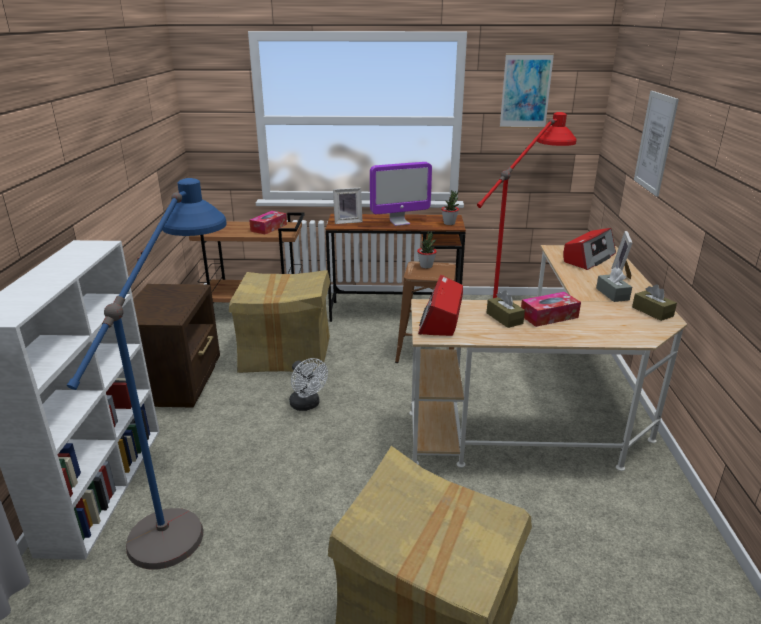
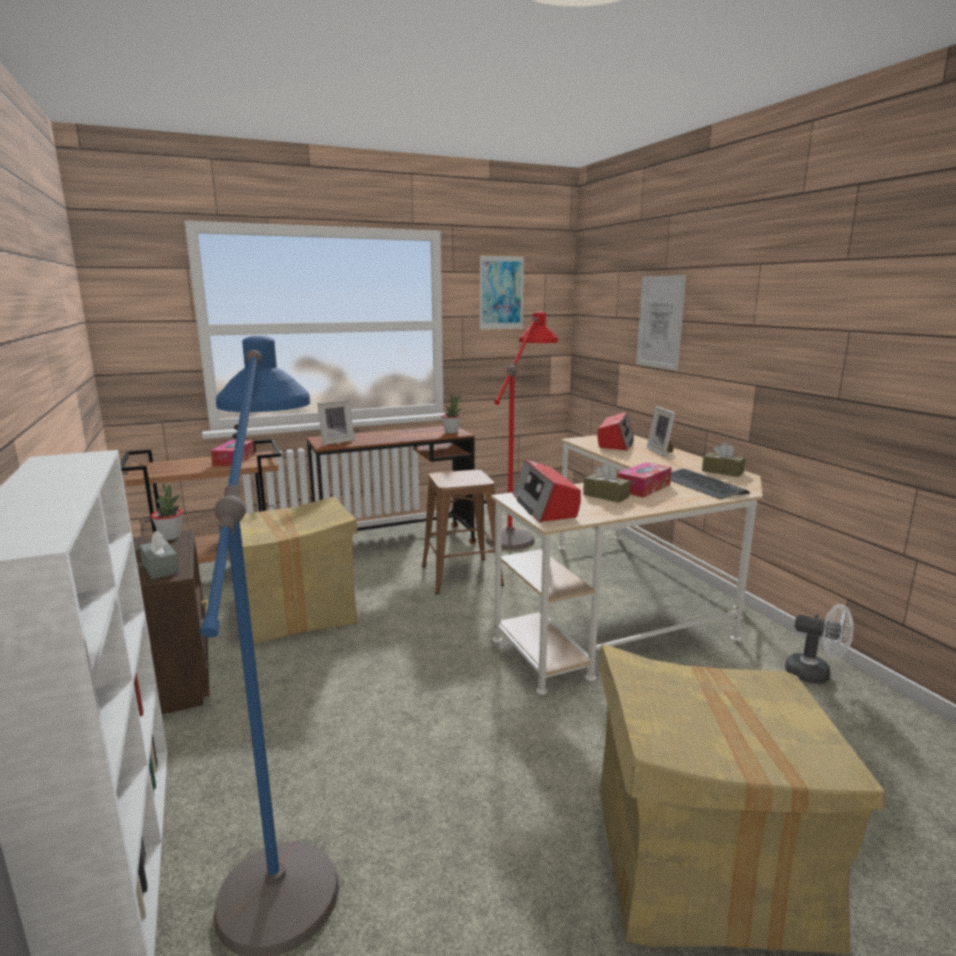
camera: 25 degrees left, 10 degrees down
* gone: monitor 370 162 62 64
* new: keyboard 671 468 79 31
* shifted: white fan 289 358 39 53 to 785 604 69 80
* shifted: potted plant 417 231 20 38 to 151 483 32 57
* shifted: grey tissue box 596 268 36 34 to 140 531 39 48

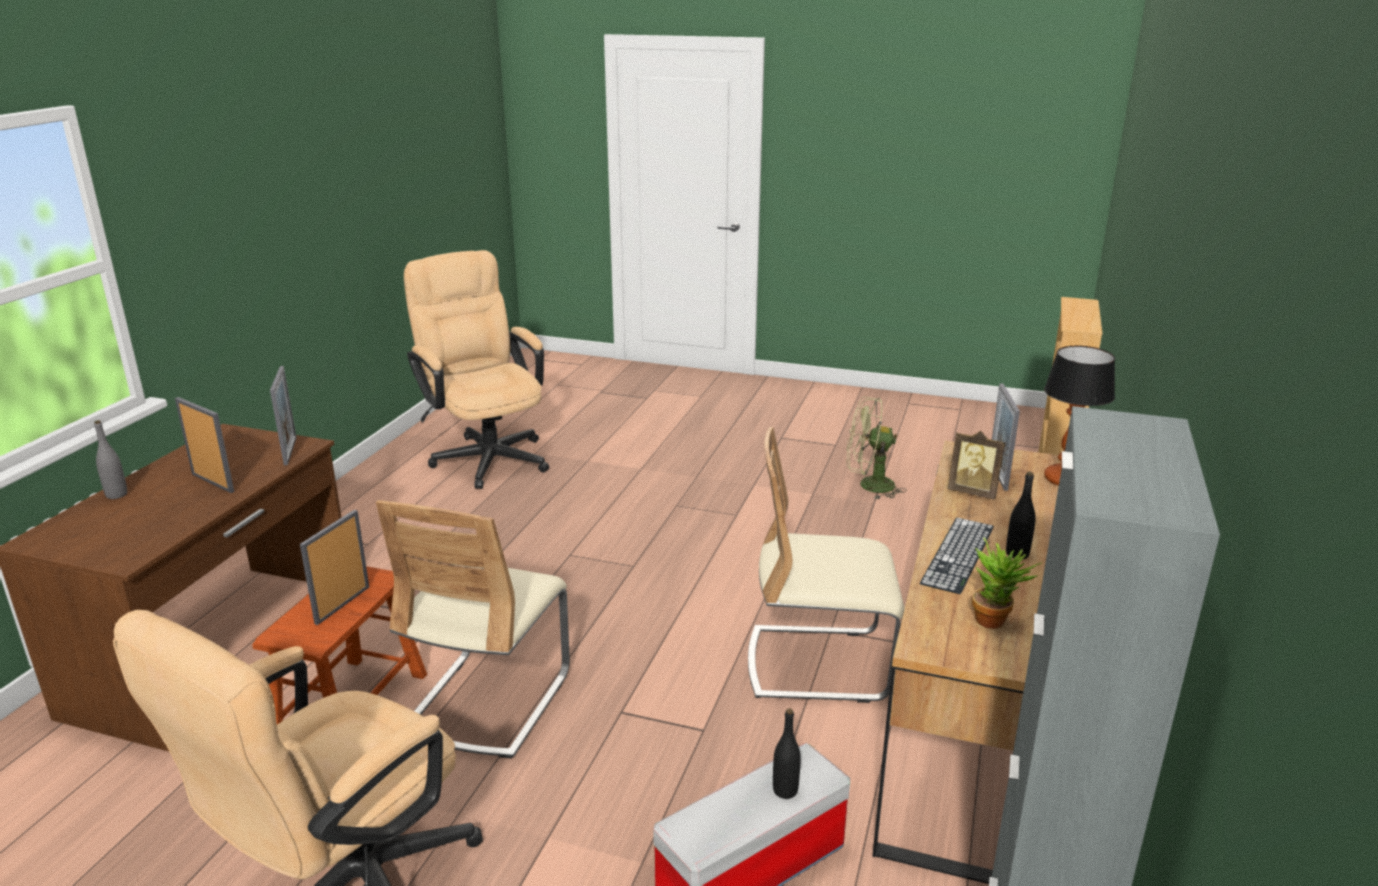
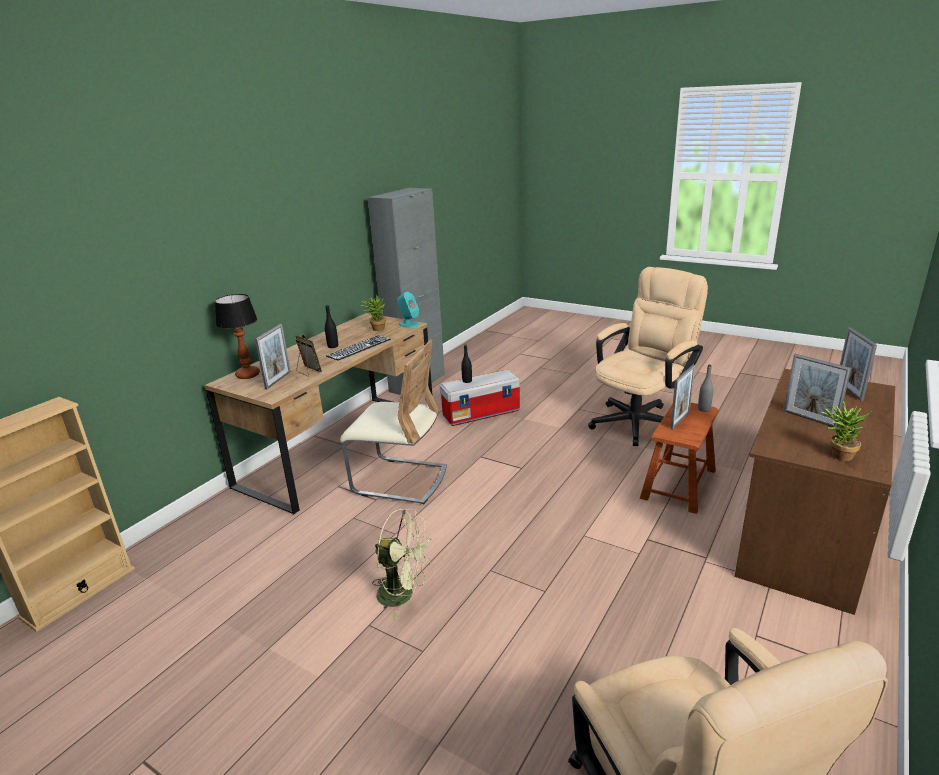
camera: 165 degrees left, 0 degrees up
* gone: beige chair 376 500 194 258
* new: turquoise speaker 397 292 23 36
* new: potted plant 822 400 50 61
* shifted: grey bottle 94 420 33 79 to 698 365 15 47
* shifted: picture frame 270 366 27 99 to 840 327 37 74
* shifted: green fan 847 396 60 104 to 372 509 59 110

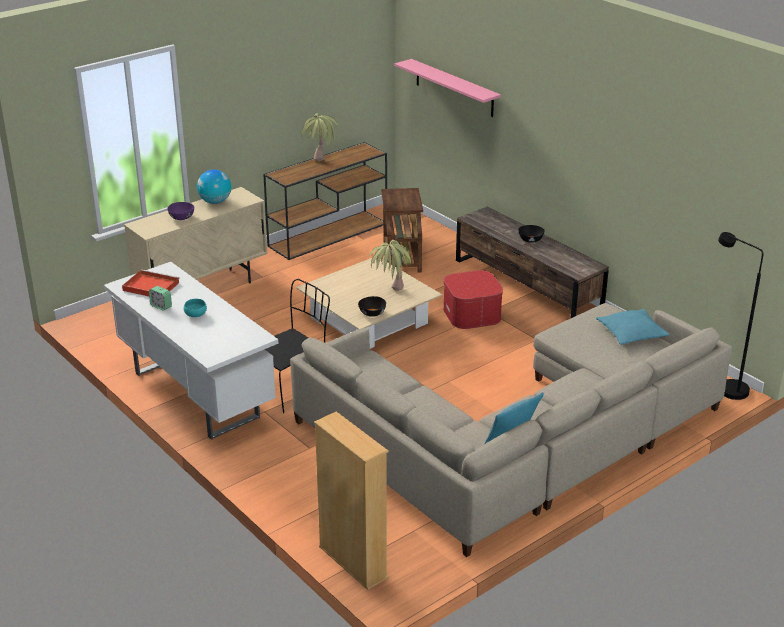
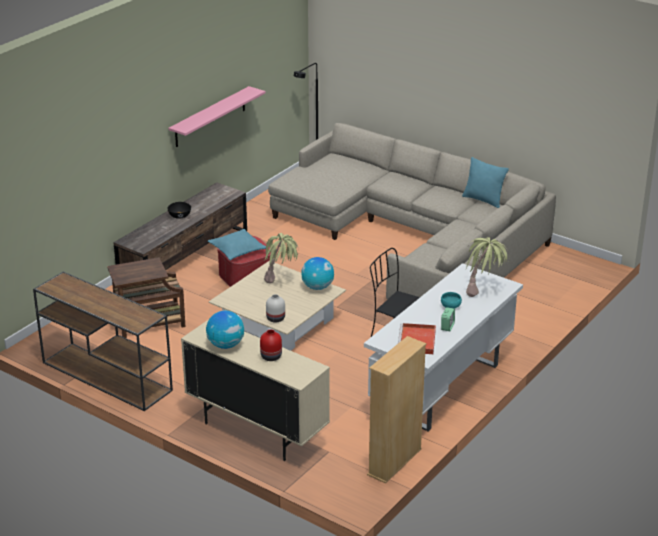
camera: 105 degrees left, 0 degrees up
* new: white vase 266 294 19 28
* shifted: potted plant 300 113 39 48 to 466 237 44 60
* shifted: beige bookcase 314 411 75 179 to 367 336 59 148
* shifted: pink shelf 394 59 107 58 to 169 86 96 61
* shifted: turquoise pillow 596 309 74 36 to 208 229 58 31
* swapped: purple bowl 167 202 27 18 to red vase 260 330 22 31
* swapped: black bowl 358 296 28 21 to globe 301 257 33 33

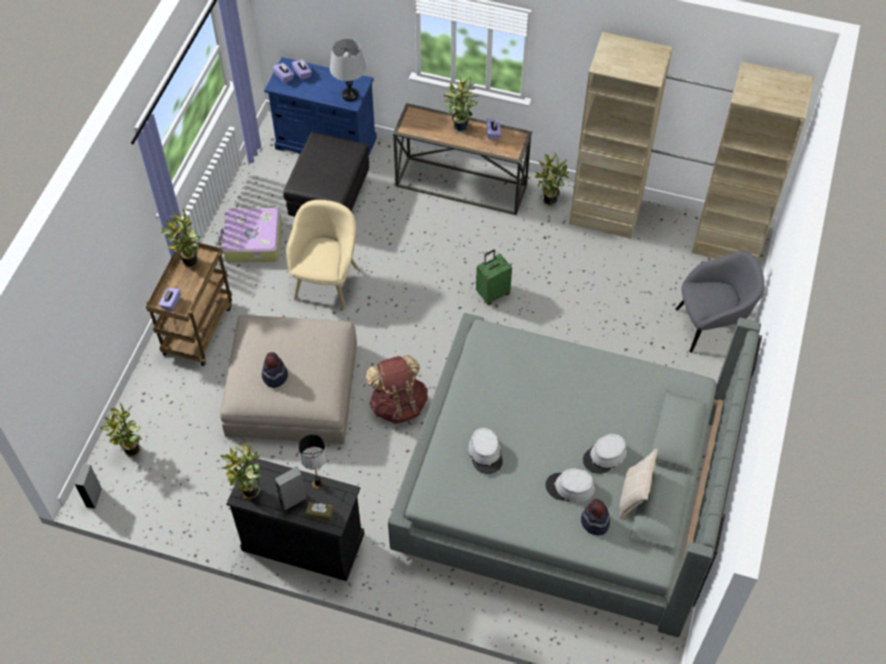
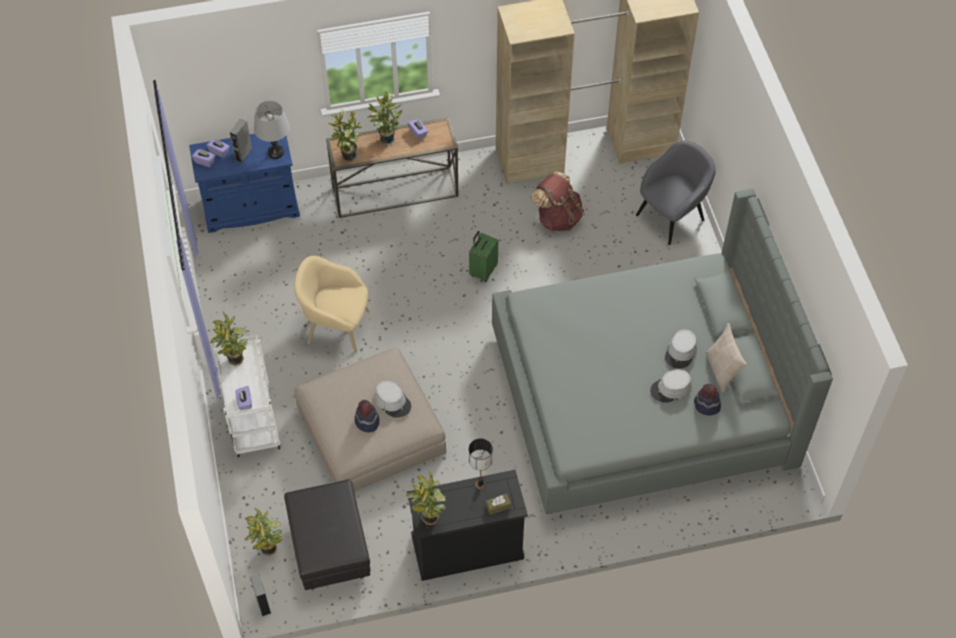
camera: 30 degrees left, 0 degrees up
* gone: suitcase 218 208 64 54
* shifted: grey speaker 275 466 32 45 to 230 119 22 44
* shifted: black ottoman 283 132 86 85 to 284 479 86 111
* shifted: brown backpack 366 355 62 69 to 532 171 52 61
* shifted: grey hat 468 428 35 46 to 375 381 36 37
* shifted: potted plant 535 153 34 53 to 328 109 34 53
* repainted: brown cart 146 239 86 127 to white cart 214 335 67 122
* rotated: beige armchair 286 200 72 109 = 294 256 76 97 60 degrees counterclockwise

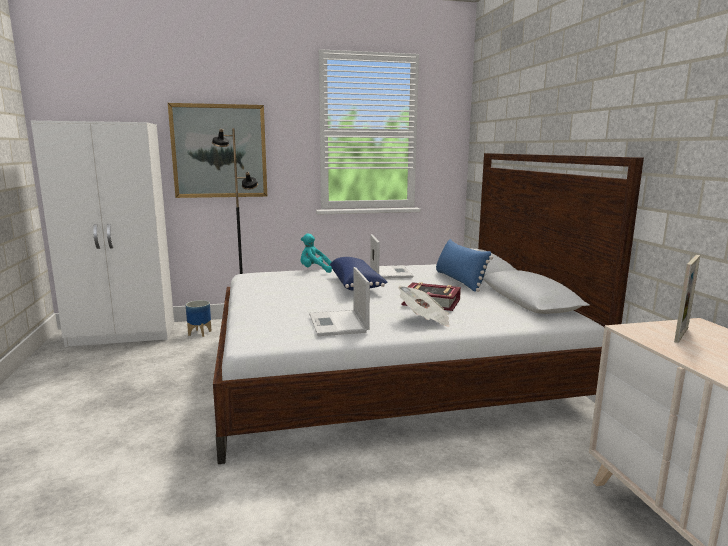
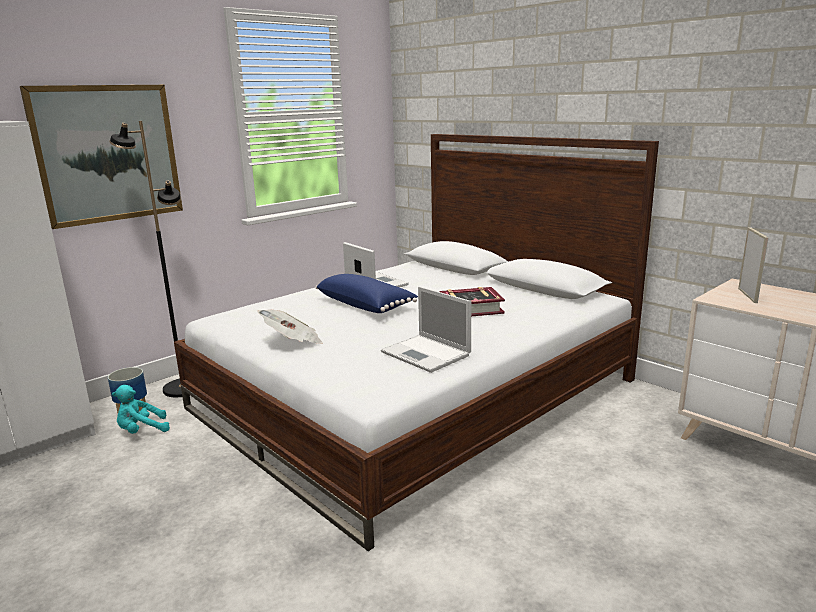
camera: 30 degrees left, 5 degrees up
* gone: blue pillow 436 239 57 53
* shifted: turquoise plush toy 300 233 32 40 to 112 385 58 49
* shifted: newspaper 398 286 52 40 to 257 310 67 34

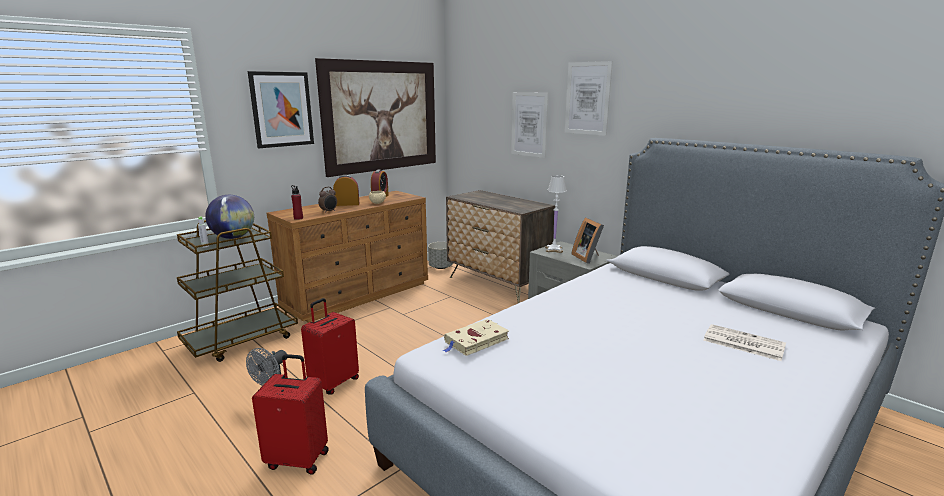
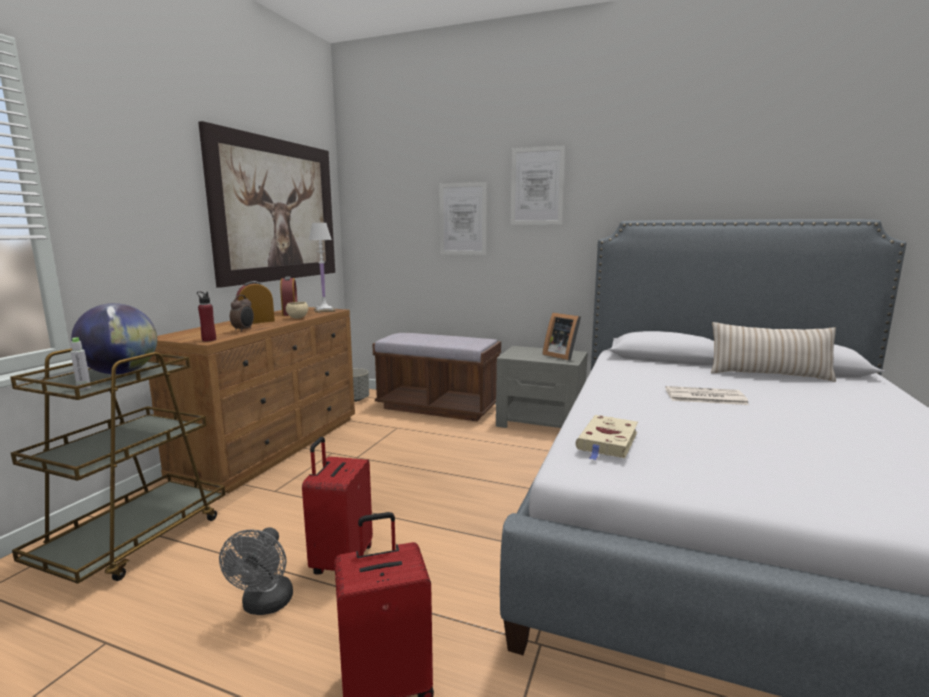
camera: 25 degrees left, 5 degrees down
* gone: picture 248 71 66 77
* new: beige pillow 711 322 125 60
* shifted: white table lamp 545 175 22 78 to 309 223 26 90
* shifted: newspaper 703 324 83 37 to 665 386 84 19
* swapped: dresser 446 190 109 114 to brown bench 372 333 129 88

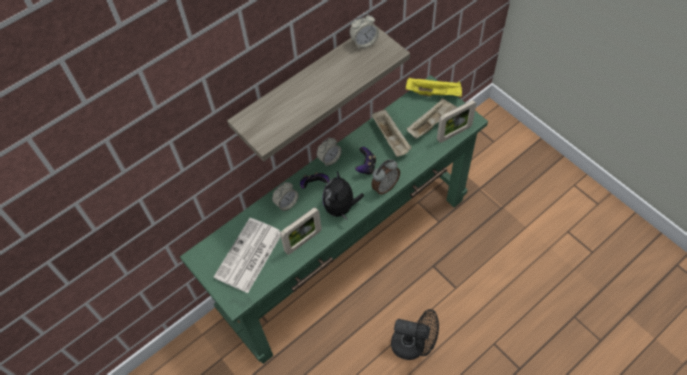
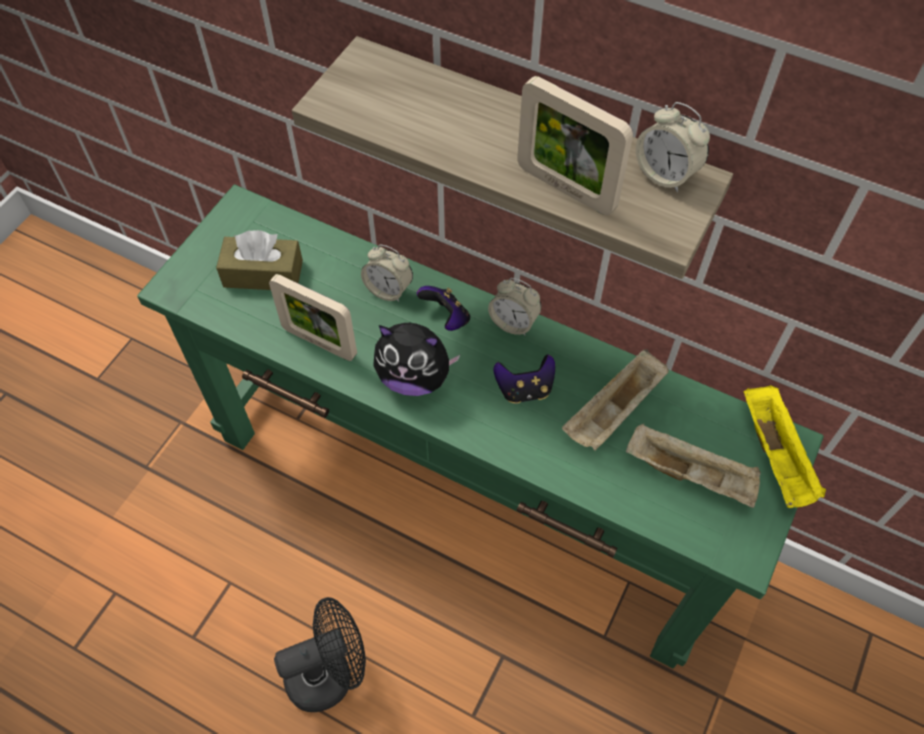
camera: 65 degrees right, 0 degrees up
* gone: alarm clock 371 159 29 36
* shifted: picture frame 437 100 39 43 to 517 76 116 139
* swapped: newspaper 214 218 67 75 to brown tissue box 216 230 87 60
* rotated: plush toy 323 172 41 48 = 373 322 87 74 150 degrees counterclockwise
* rotated: black fan 391 309 48 51 = 274 597 92 115 105 degrees counterclockwise

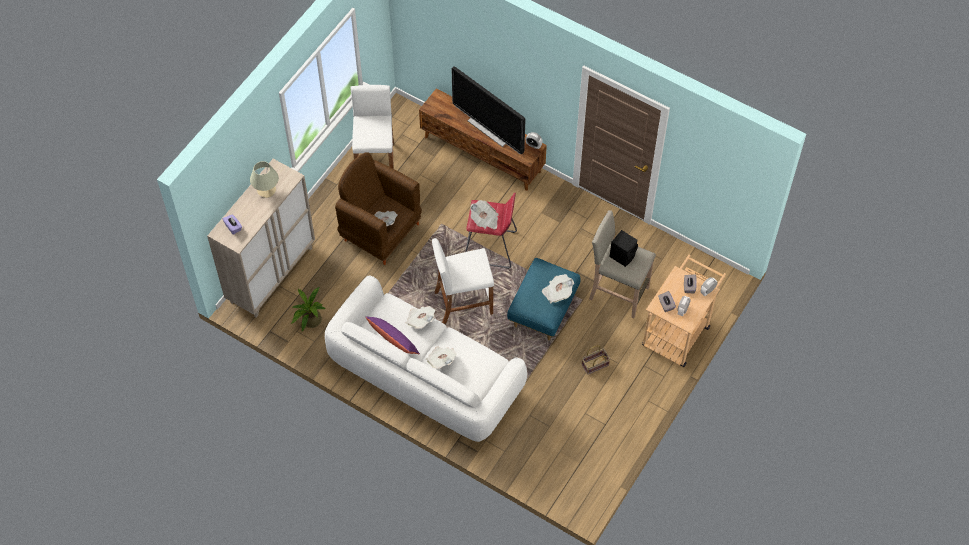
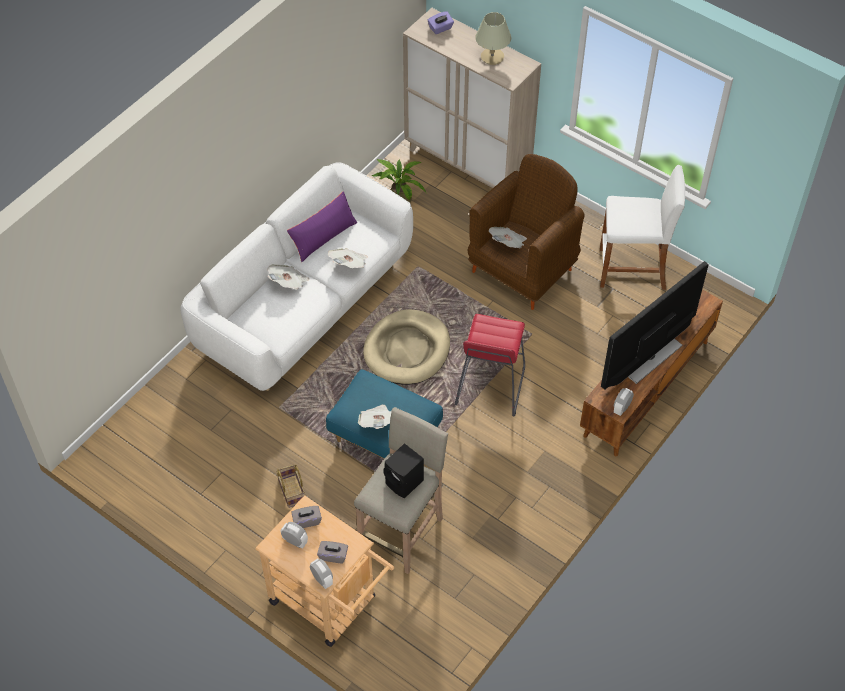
camera: 95 degrees right, 5 degrees down
* gone: newspaper 470 200 28 29
* swapped: white stool 432 238 62 86 to beige dog bed 363 309 87 75

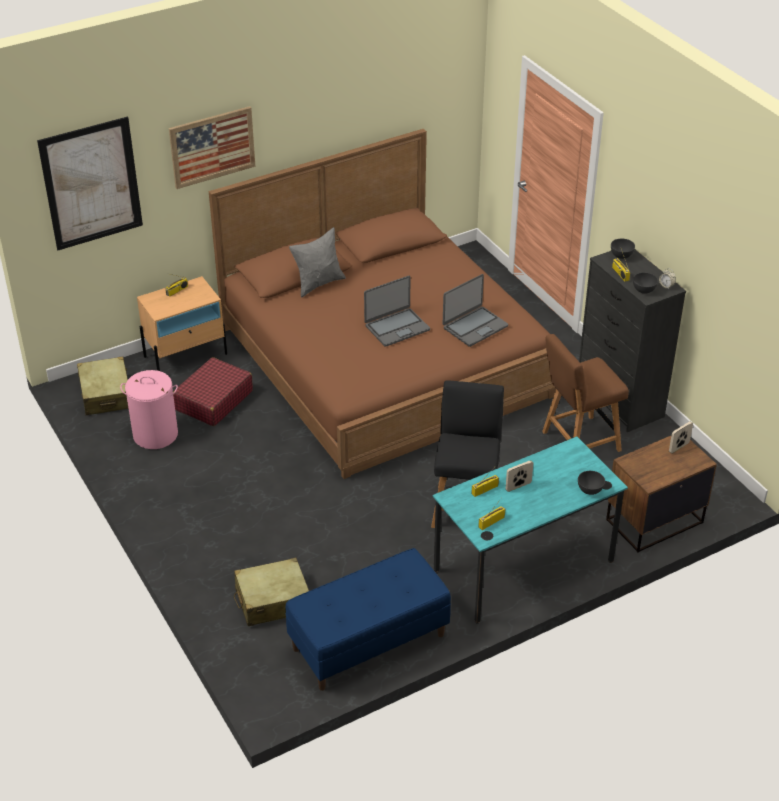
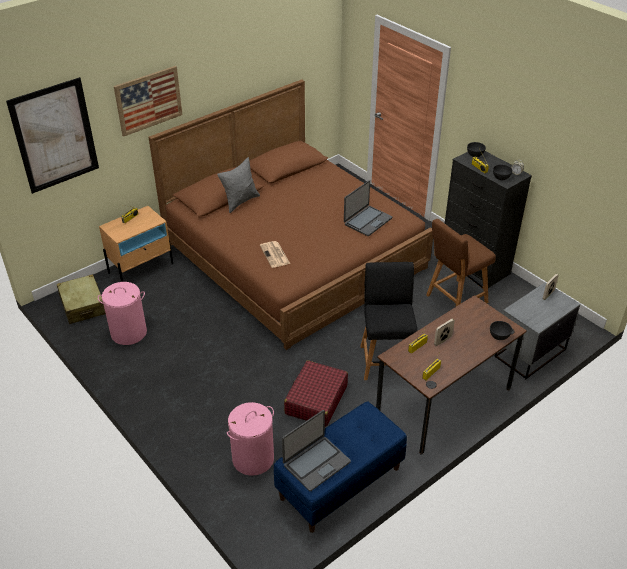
camera: 10 degrees left, 0 degrees up
* new: newspaper 260 241 30 27
* shifted: red suitcase 173 357 80 69 to 284 360 64 67
* shifted: laptop 364 276 66 71 to 282 410 69 81
* swapped: beige suitcase 234 558 75 68 to pink laundry basket 227 402 47 74
* repainted: turquoise desk 432 436 196 187 to brown desk 376 295 151 160
* repainted: brown nightstand 606 436 111 117 to grey nightstand 495 282 86 97

